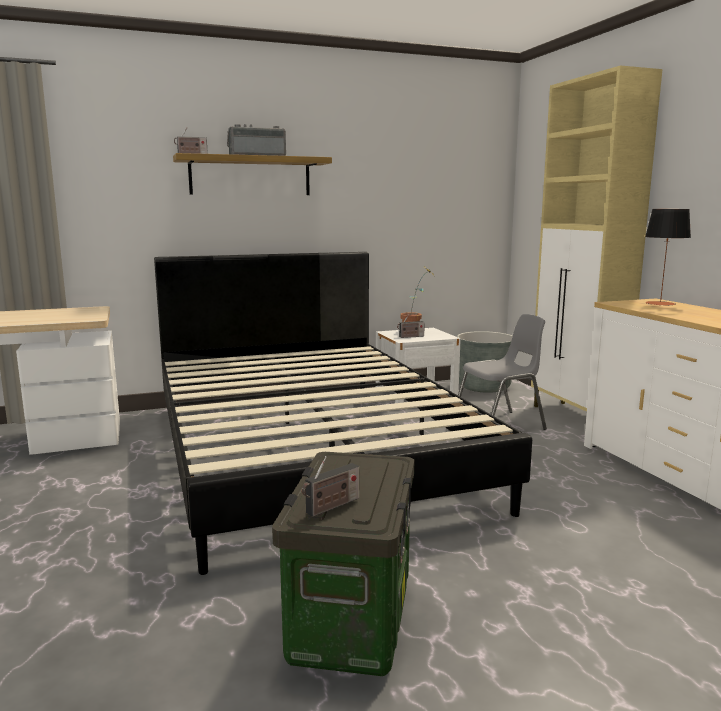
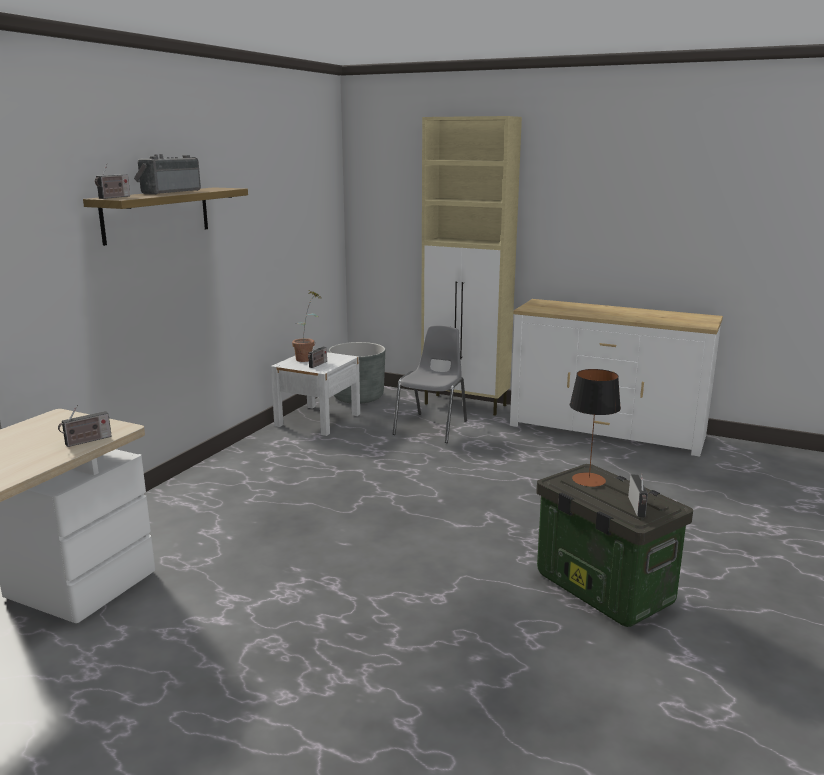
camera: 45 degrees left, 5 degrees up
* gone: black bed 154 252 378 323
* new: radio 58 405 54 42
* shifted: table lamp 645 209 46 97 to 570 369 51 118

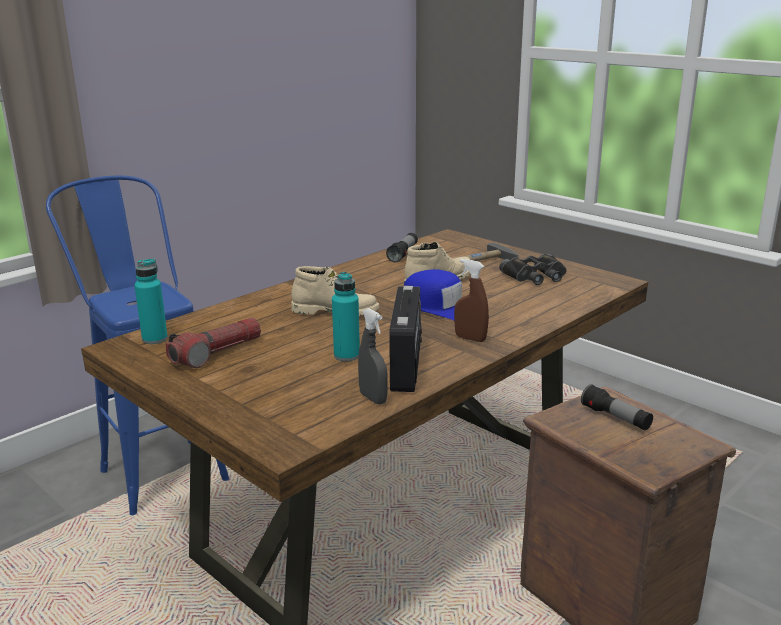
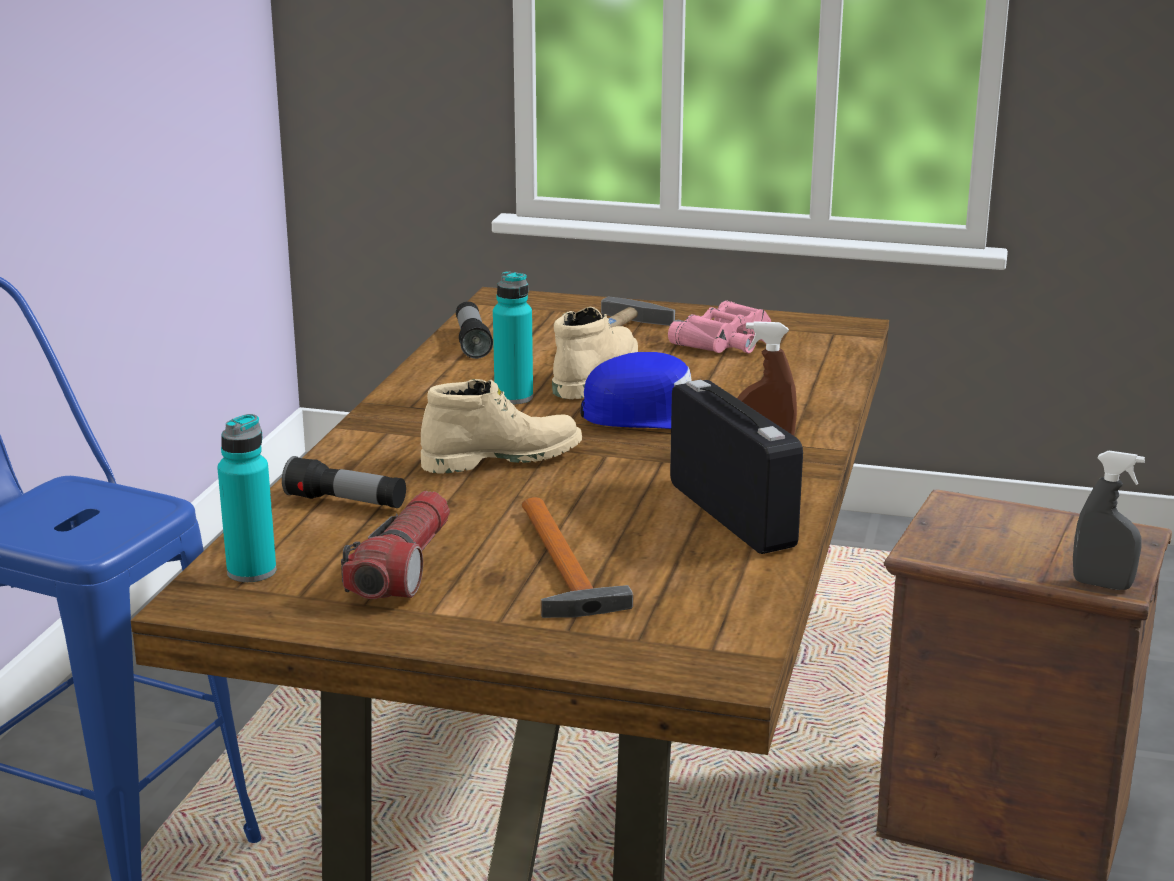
camera: 30 degrees left, 0 degrees up
* new: hammer 522 497 111 121
* shifted: turquoise bottle 332 272 28 89 to 493 271 40 133
* shifted: grey spray bottle 358 308 30 96 to 1073 450 72 140
* shifted: flashlight 581 384 72 46 to 282 456 124 52
* repainted: black binoculars 499 254 68 31 to pink binoculars 668 300 103 54

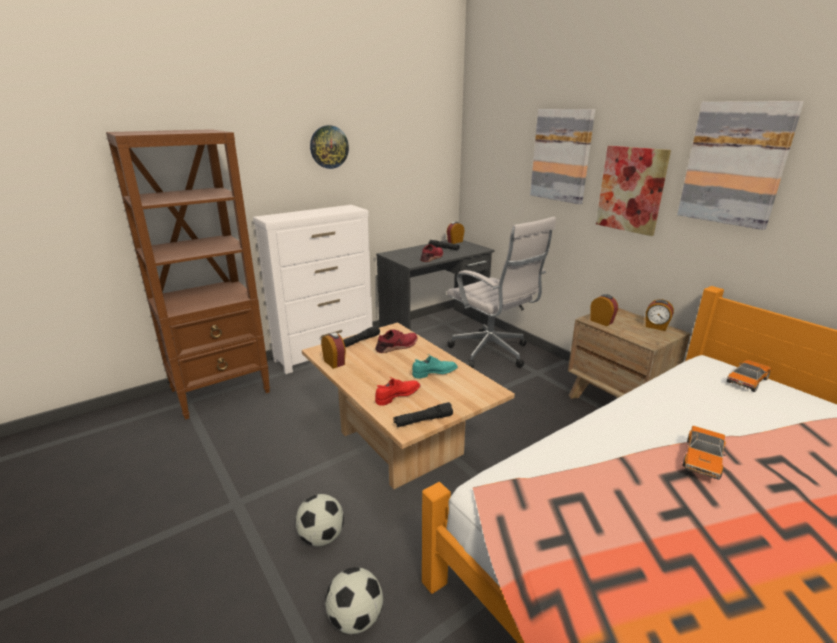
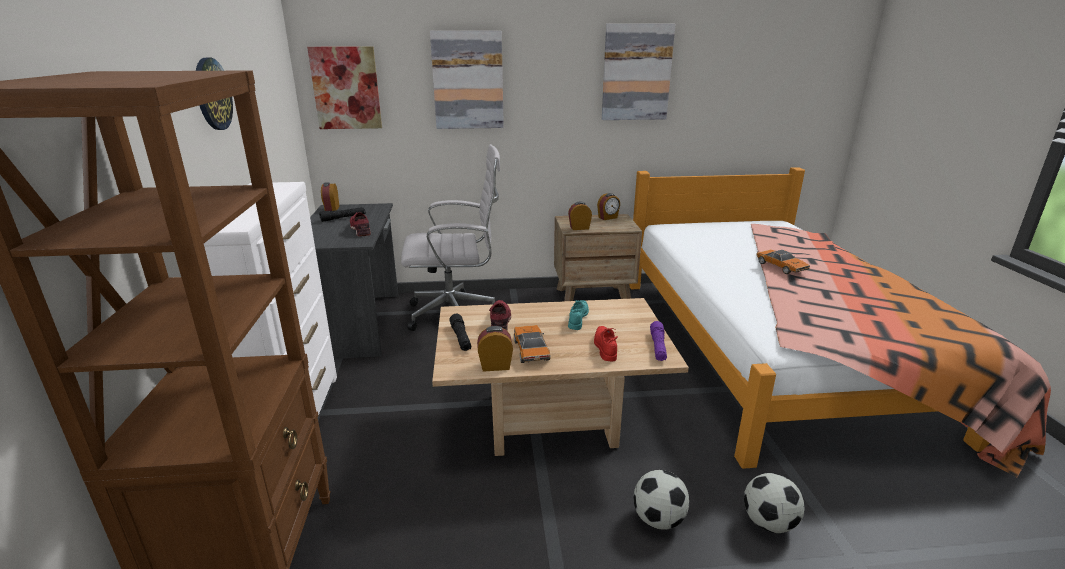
camera: 60 degrees left, 0 degrees up
* shifted: picture 596 146 75 90 to 307 47 75 82
* shifted: toy car 727 360 44 32 to 514 325 37 38
* repainted: black flashlight 393 402 60 25 to purple flashlight 650 321 17 40

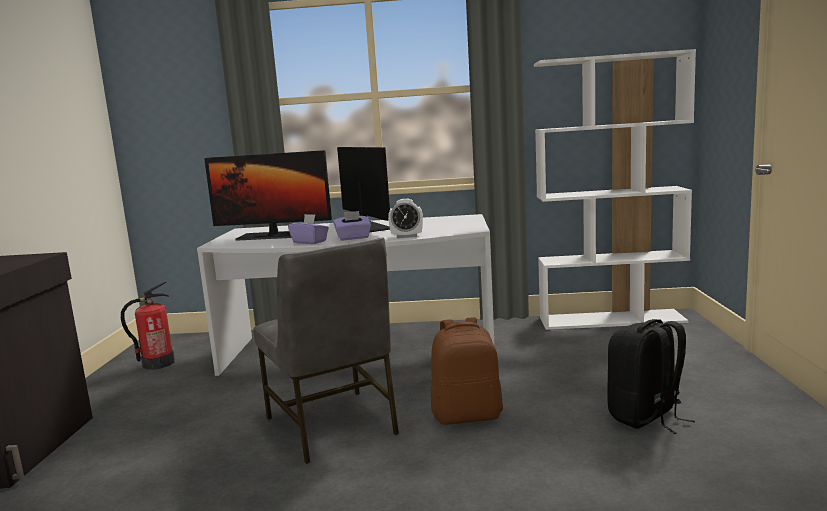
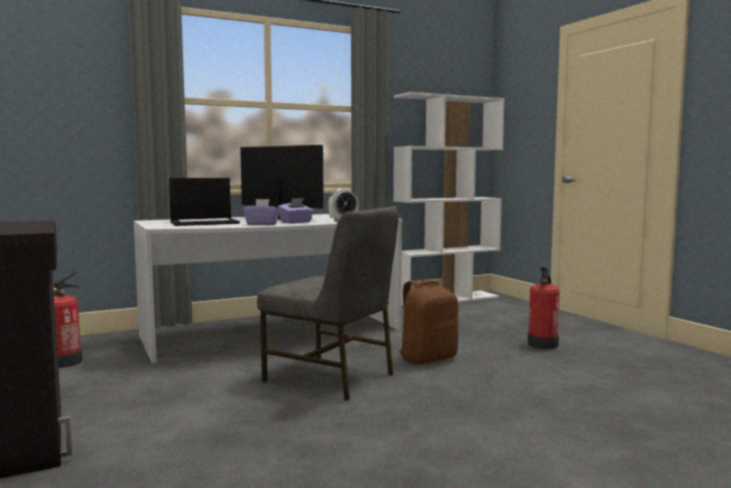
camera: 30 degrees left, 5 degrees down
* swapped: monitor 204 150 128 91 to laptop 169 178 71 48
* swapped: black backpack 607 319 88 115 to fire extinguisher 527 267 33 82

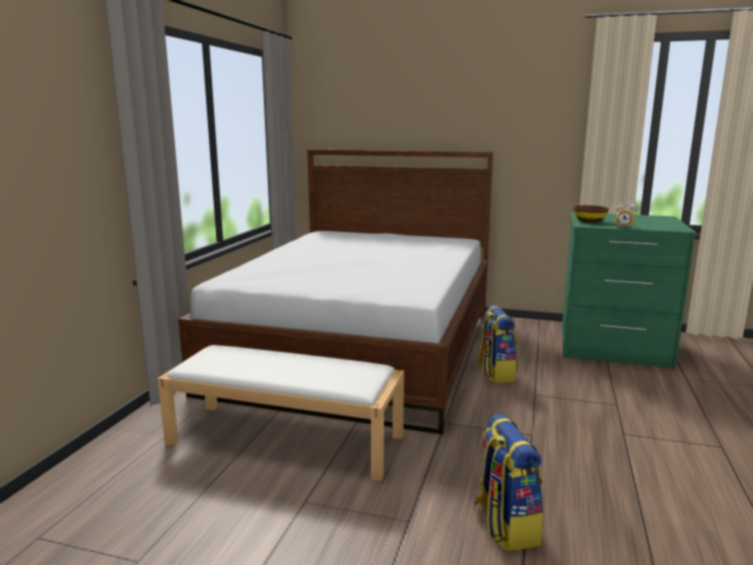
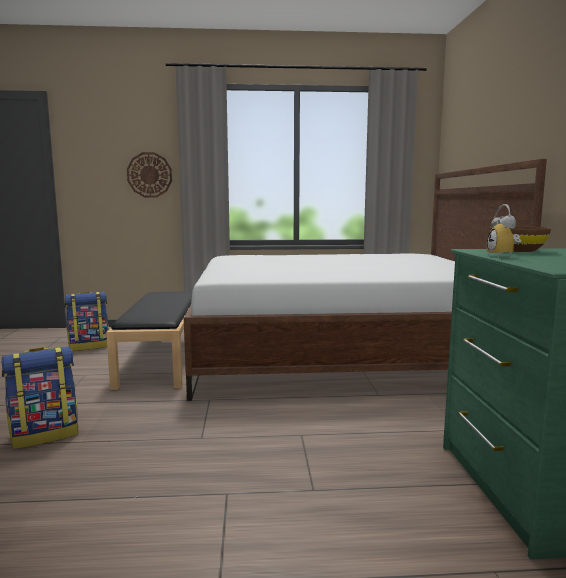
camera: 70 degrees right, 5 degrees down
* new: wall clock 127 152 45 46
* shifted: backpack 477 305 41 78 to 64 292 45 59
* repainted: white bench 158 345 246 136 to black bench 106 292 86 98

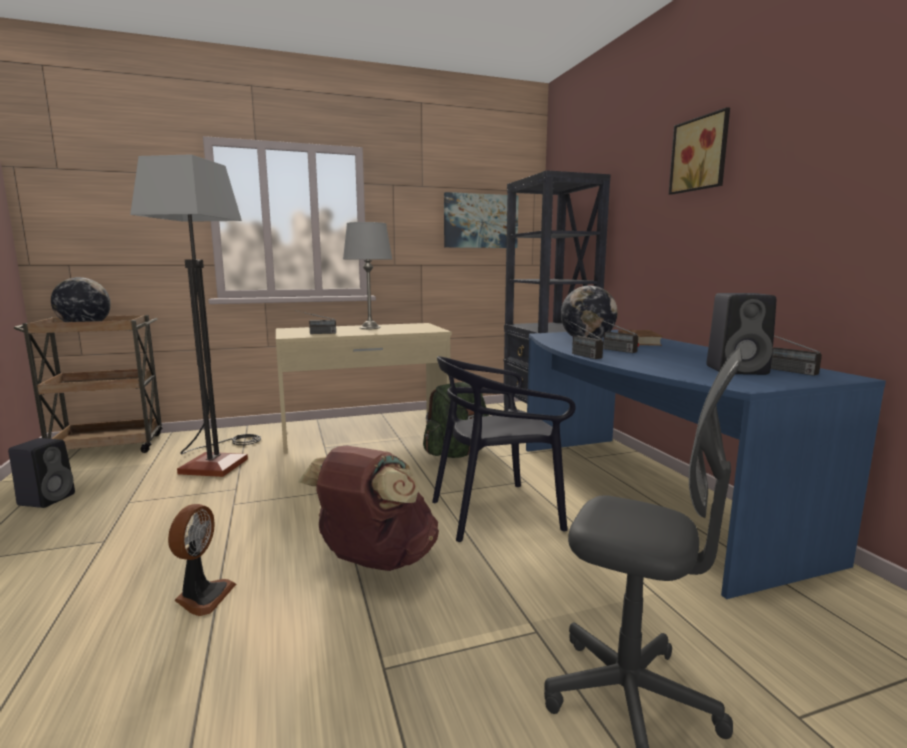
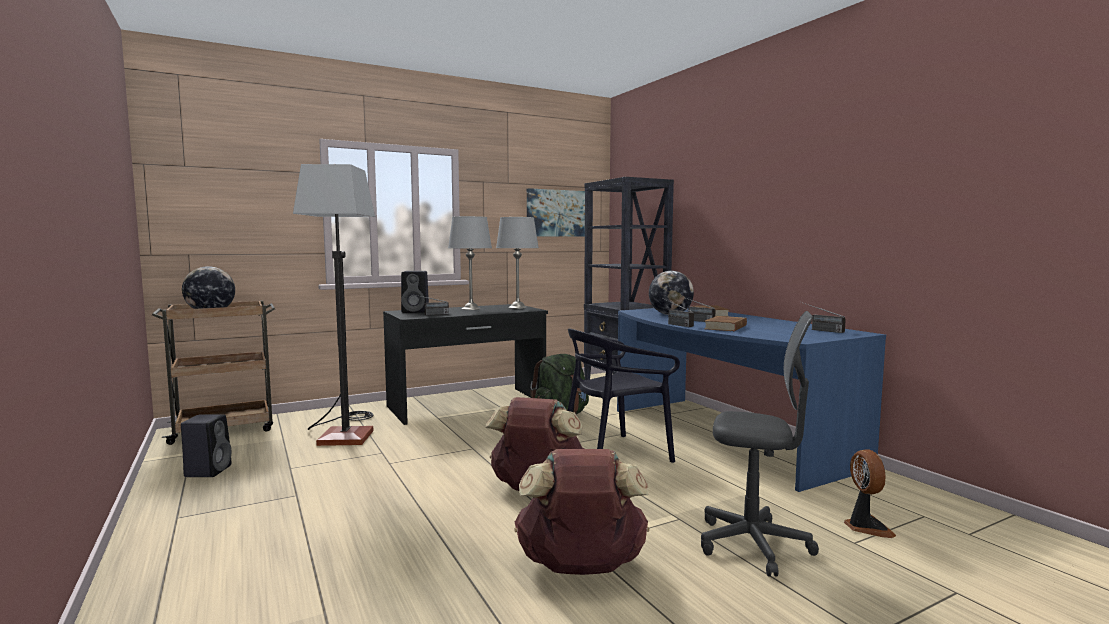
camera: 10 degrees left, 5 degrees down
* gone: picture 669 107 61 88
* new: grey table lamp 496 217 43 92
* new: brown backpack 514 449 135 126
* new: brown book 704 316 43 15
* shifted: fan 168 504 68 112 to 844 449 52 89
* shifted: black speaker 707 293 69 82 to 401 271 28 42
* repainted: beige desk 276 323 176 131 to black desk 383 304 165 121

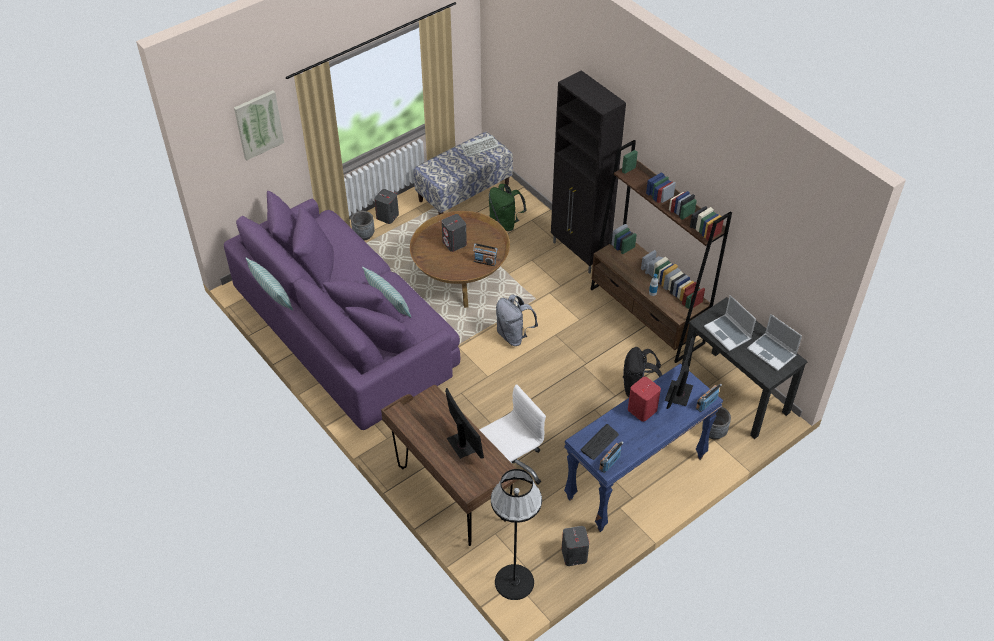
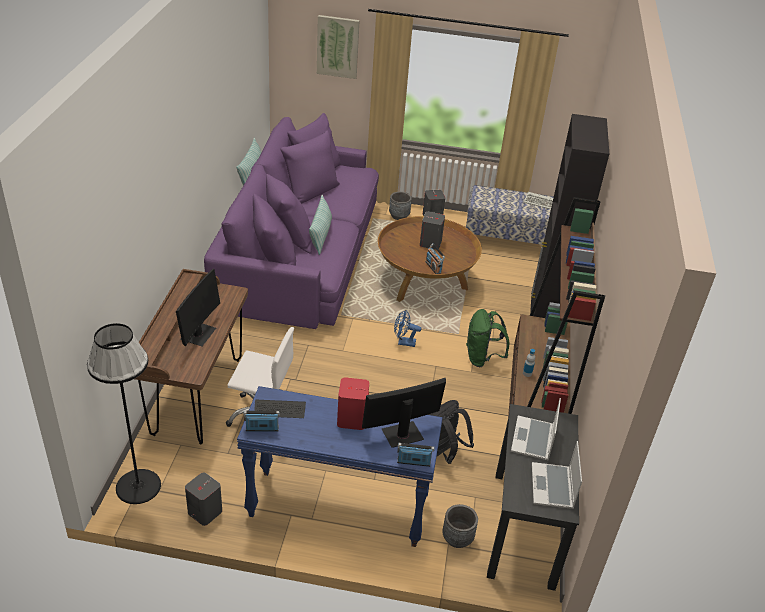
camera: 45 degrees right, 10 degrees down
* shifted: green backpack 489 184 38 47 to 466 309 44 58
* swapped: grey backpack 496 294 42 52 to blue fan 394 310 27 37

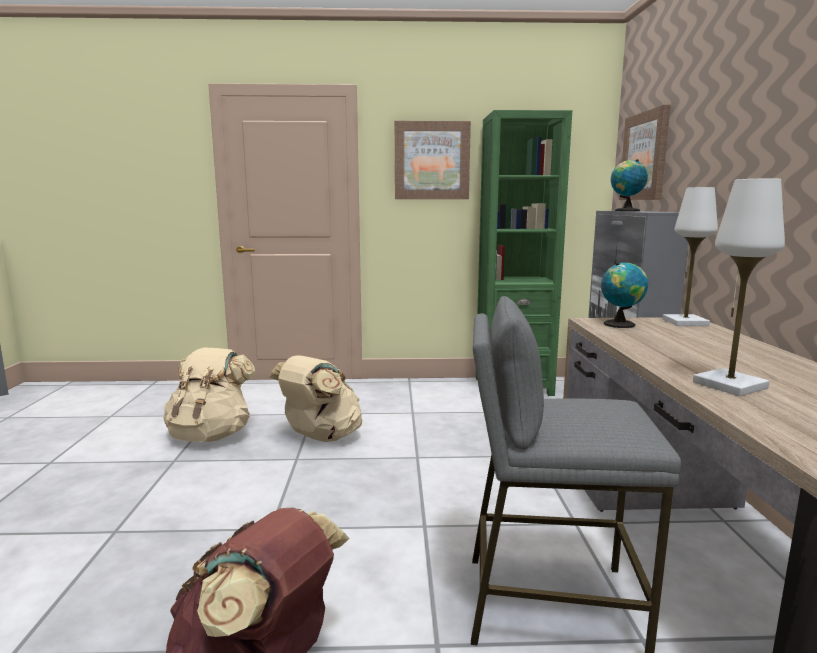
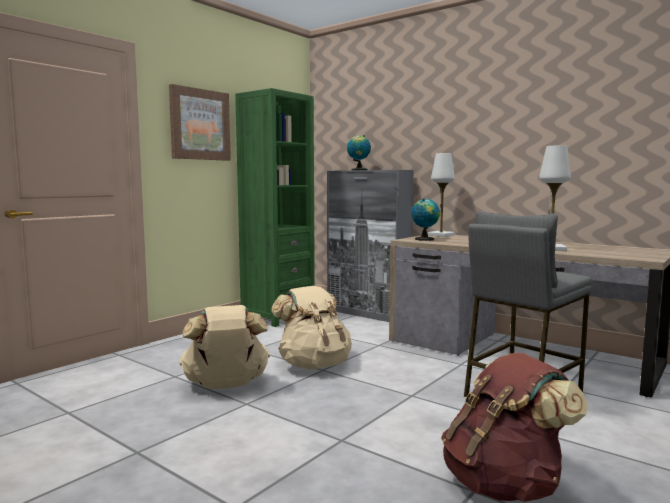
camera: 50 degrees left, 5 degrees down
* gone: picture 619 105 52 95
* shifted: beige backpack 163 347 92 95 to 271 286 81 83

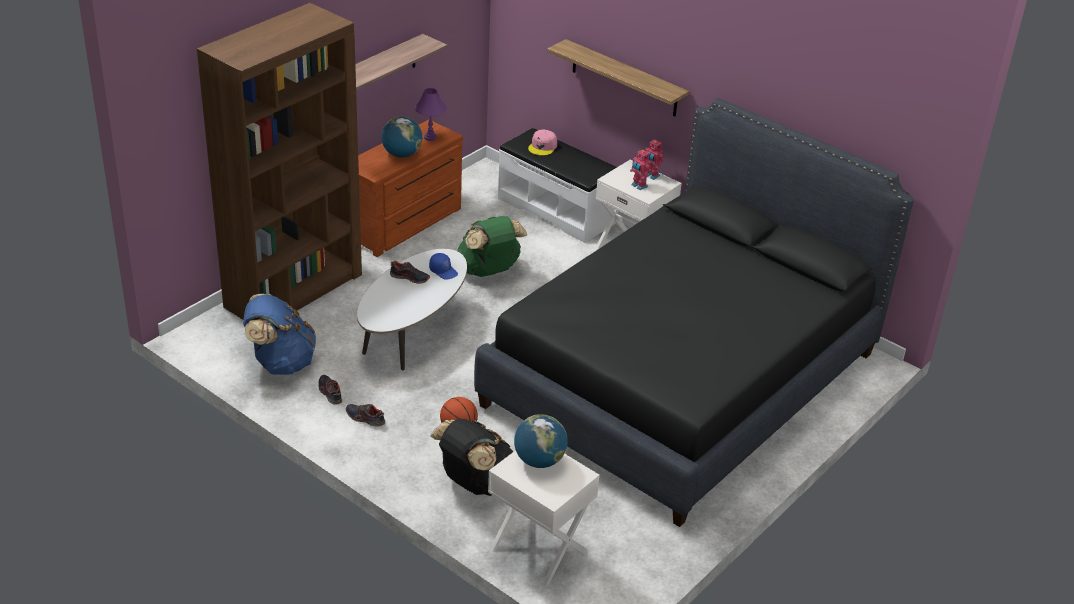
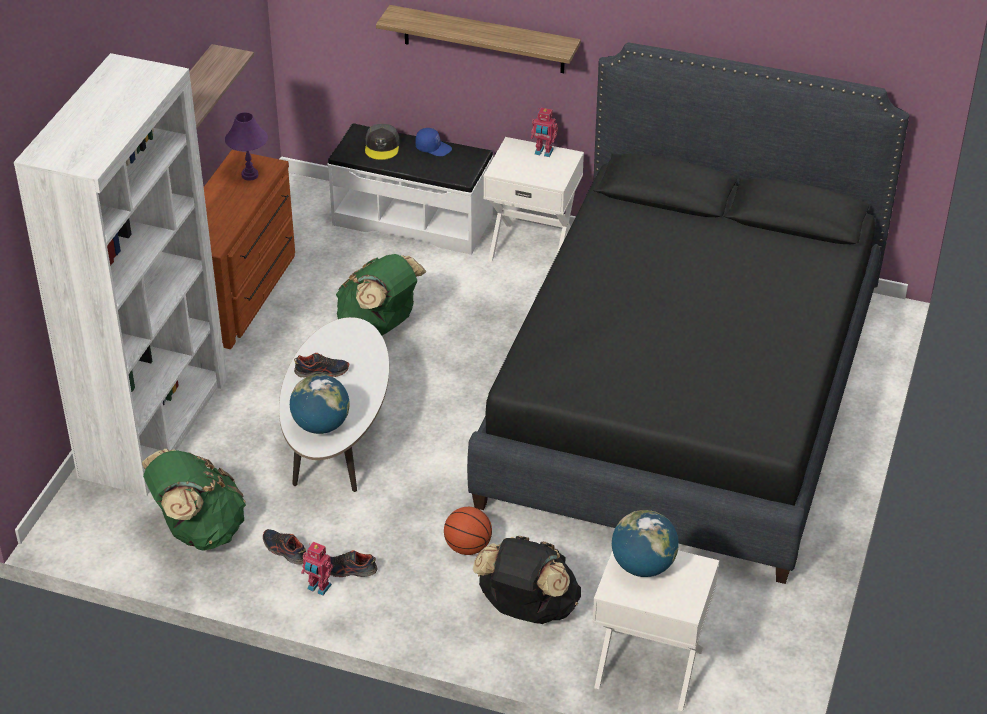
camera: 20 degrees left, 5 degrees up
* shifted: globe 381 117 41 41 to 290 374 60 60
* shifted: blue cap 429 253 29 27 to 415 128 37 28
* shifted: toy robot 630 149 21 41 to 301 542 32 53
* repainted: brown bookcase 197 3 165 317 to white bookcase 14 53 213 443
* repainted: blue backpack 243 294 73 81 to green backpack 142 449 104 102
* repainted: pink cap 528 129 29 27 to grey cap 365 124 34 36

